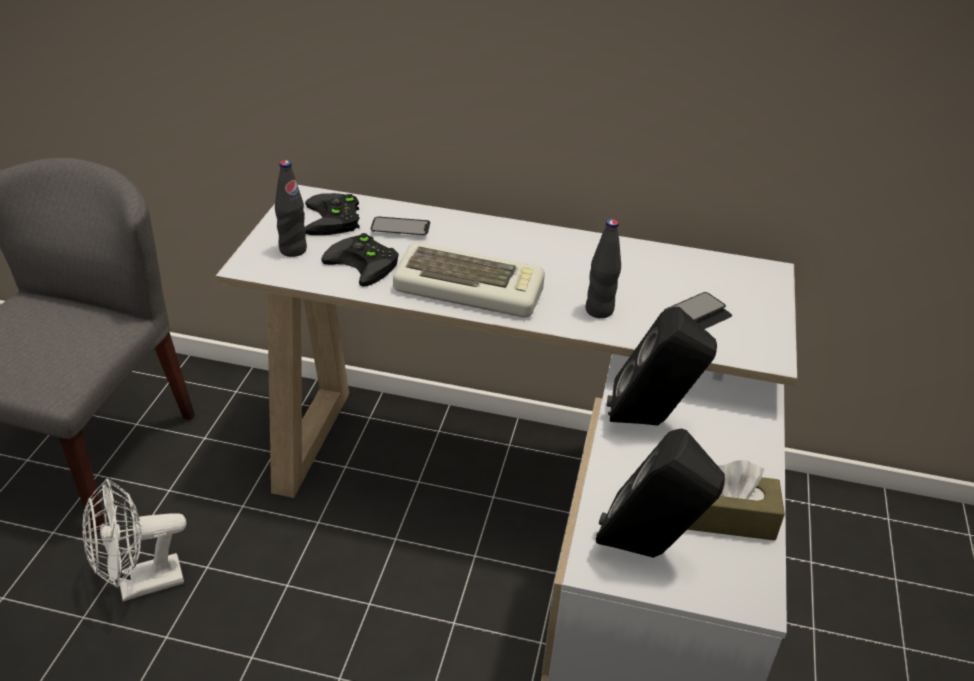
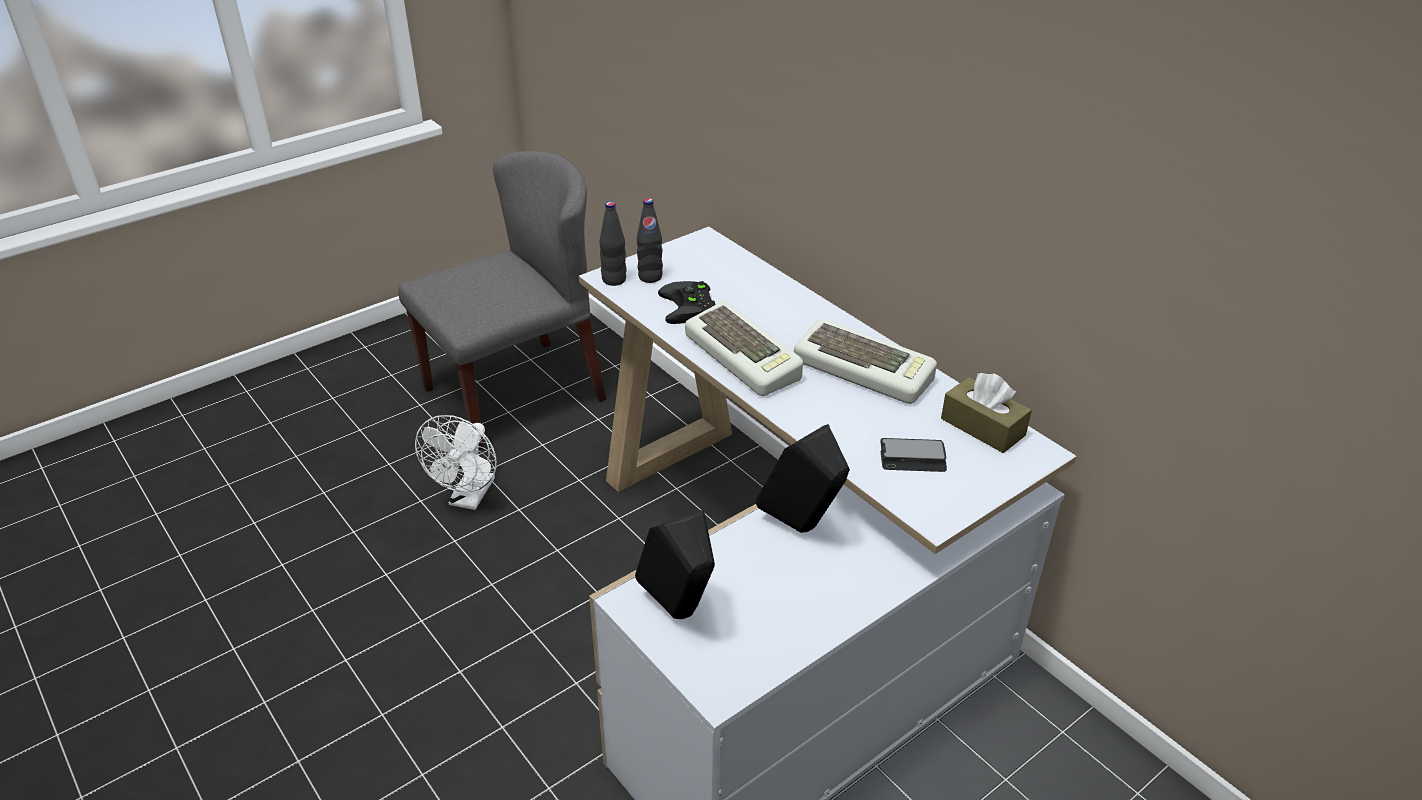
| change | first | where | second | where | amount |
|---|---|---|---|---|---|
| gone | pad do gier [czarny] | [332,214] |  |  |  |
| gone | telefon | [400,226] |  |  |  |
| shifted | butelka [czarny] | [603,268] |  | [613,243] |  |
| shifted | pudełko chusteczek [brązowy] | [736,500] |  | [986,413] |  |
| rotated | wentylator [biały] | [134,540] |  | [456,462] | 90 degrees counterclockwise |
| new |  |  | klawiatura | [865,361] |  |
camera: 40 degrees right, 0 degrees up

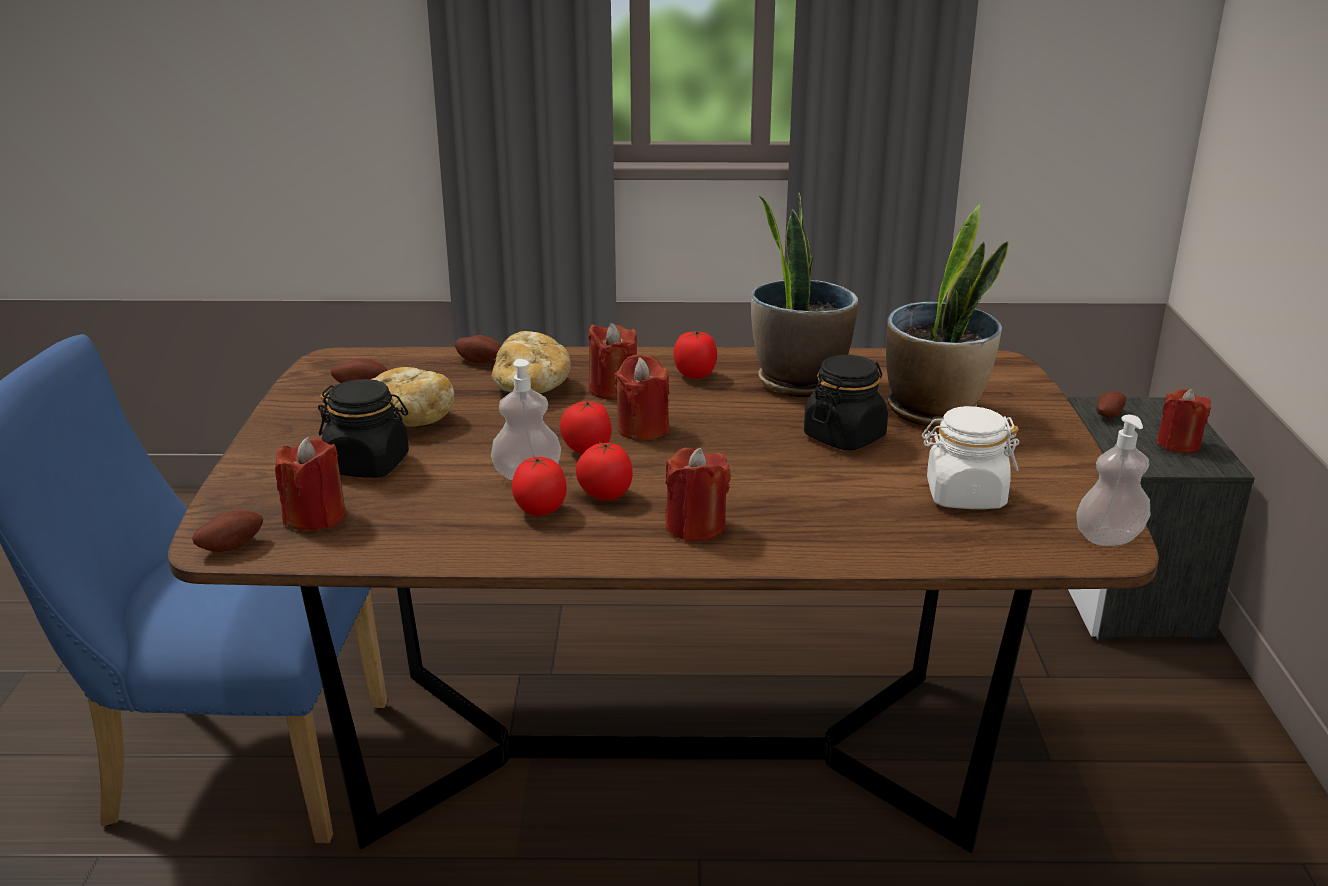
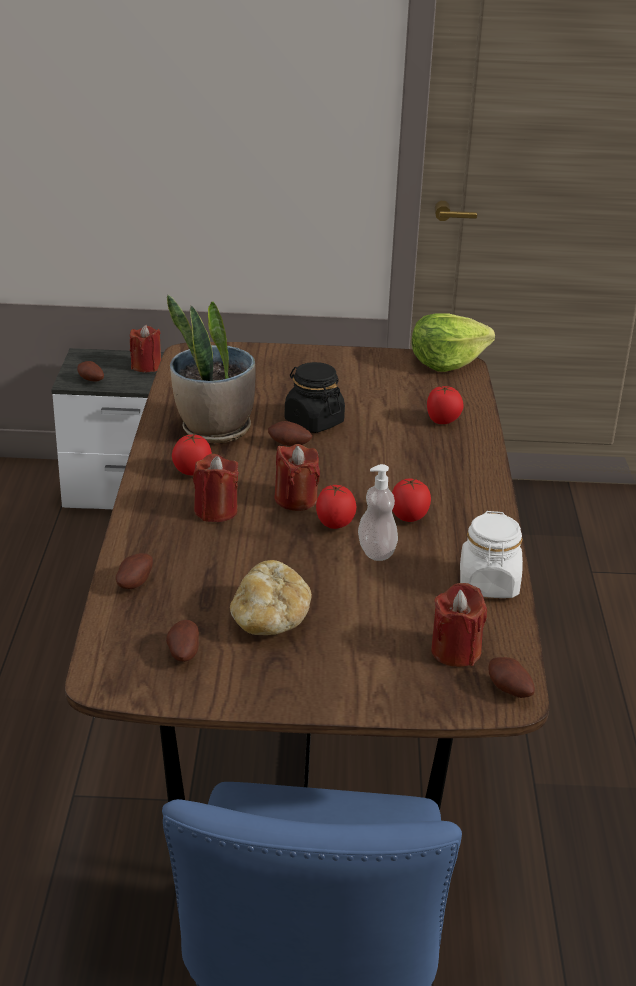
| change | first | where | second | where | amount |
|---|---|---|---|---|---|
| gone | roślina doniczkowa | [947,315] |  |  |  |
| gone | chleb | [531,362] |  |  |  |
| gone | słoik [czarny] | [363,428] |  |  |  |
| shifted | słoik [biały] | [970,457] |  | [491,554] |  |
| swapped | dozownik mydła | [1113,480] | sałata | [453,342] |  |
| gone | świeca [czerwony] | [697,495] |  |  |  |
| shifted | pomidor | [539,486] |  | [445,405] |  |
| new |  |  | ziemniak | [290,433] |  |
camera: 90 degrees left, 5 degrees up

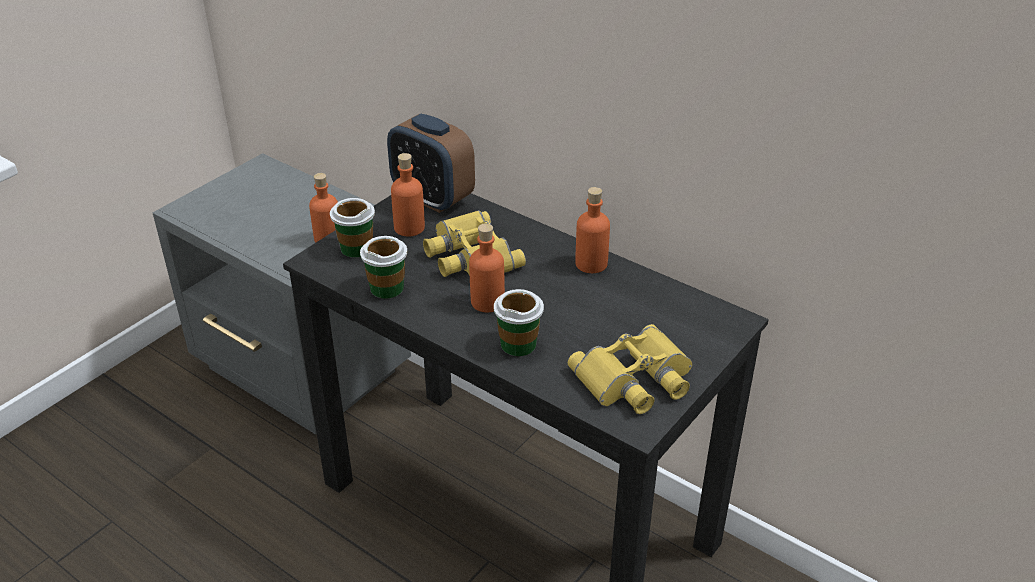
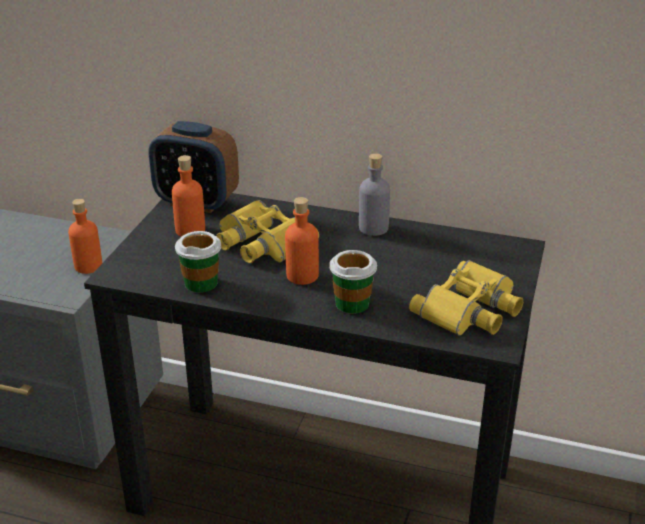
| change | first | where | second | where | amount |
|---|---|---|---|---|---|
| repainted | butelka [pomarańczowy] | [592,230] | butelka [szary] | [374,194] |  |
| gone | filiżanka | [352,228] |  |  |  |
camera: 20 degrees left, 5 degrees down

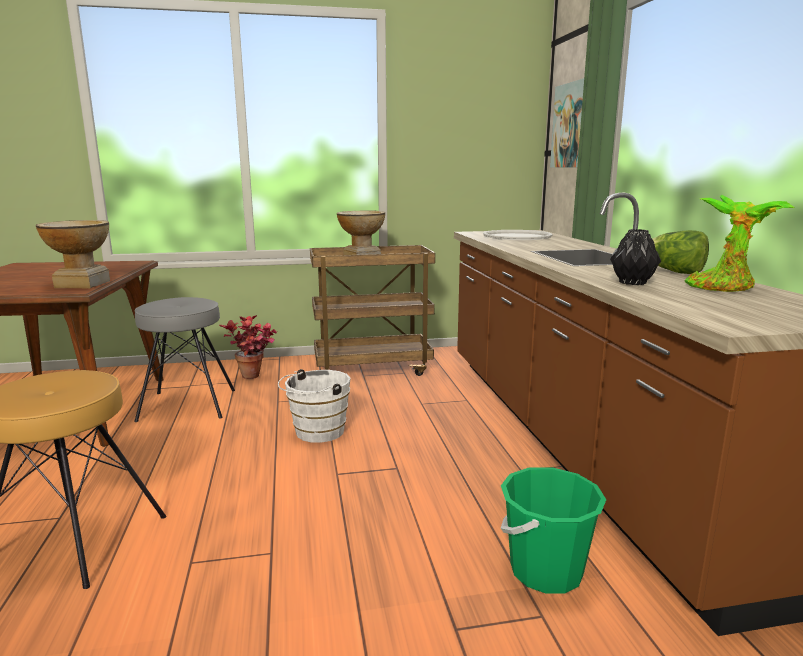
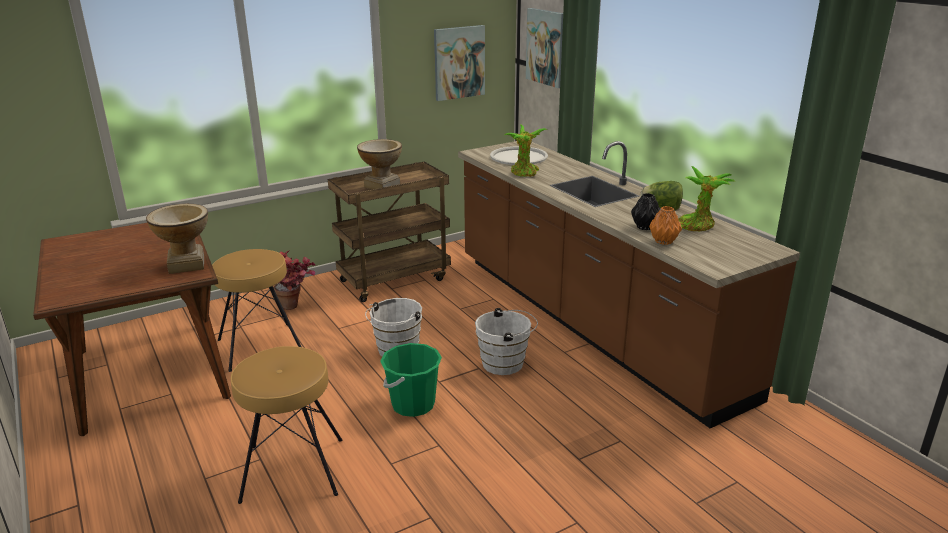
| change | first | where | second | where | amount |
|---|---|---|---|---|---|
| repainted | stołek [szary] | [184,359] | stołek [brązowy] | [256,310] |  |
| shifted | wiadro [zielony] | [553,530] |  | [411,380] |  |
| new |  |  | obraz | [459,63] |  |
| new |  |  | roślina doniczkowa | [526,150] |  |
| new |  |  | wazon [pomarańczowy] | [665,225] |  |
| new |  |  | wiadro [biały] | [506,341] |  |
camera: 20 degrees left, 10 degrees up

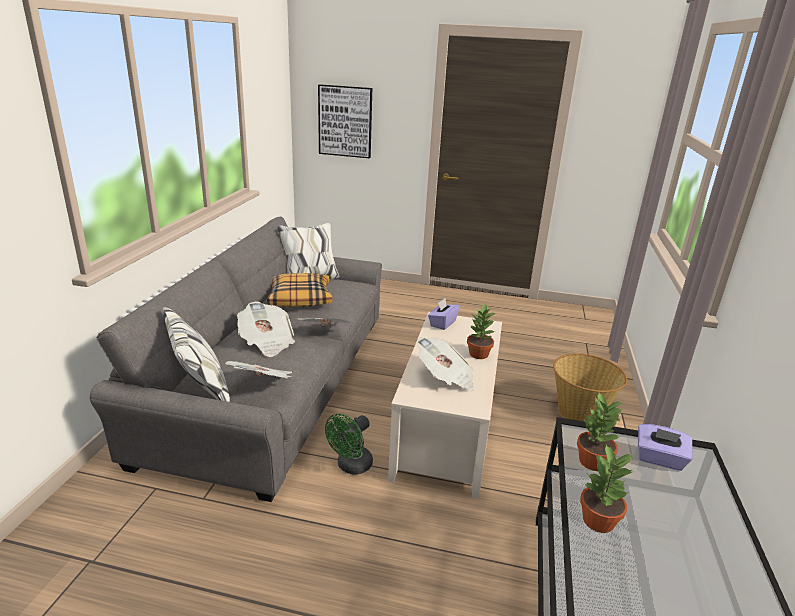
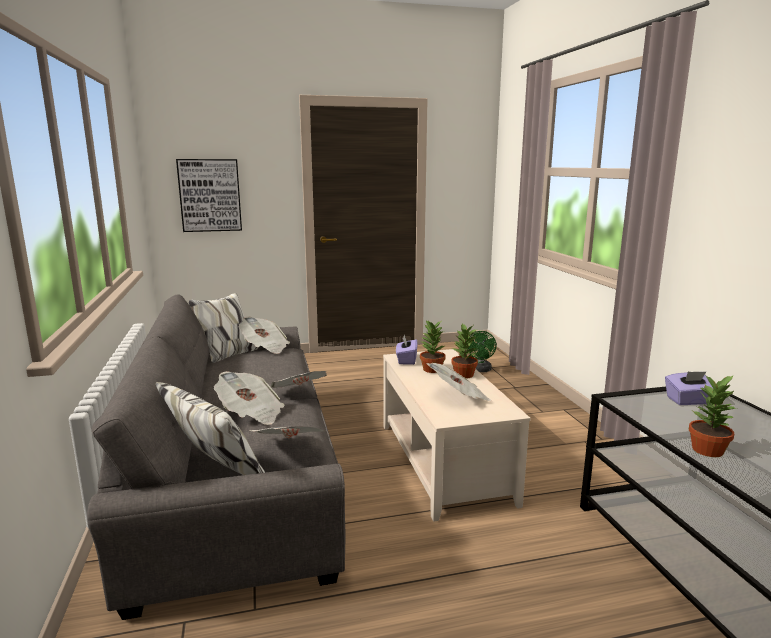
| change | first | where | second | where | amount |
|---|---|---|---|---|---|
| gone | poduszka | [300,290] |  |  |  |
| gone | koszyk | [590,387] |  |  |  |
| shifted | roślina doniczkowa | [600,432] |  | [433,346] |  |
| shifted | wentylator [zielony] | [349,444] |  | [482,351] |  |
| new |  |  | gazeta | [264,335] |  |
camera: 25 degrees left, 10 degrees down

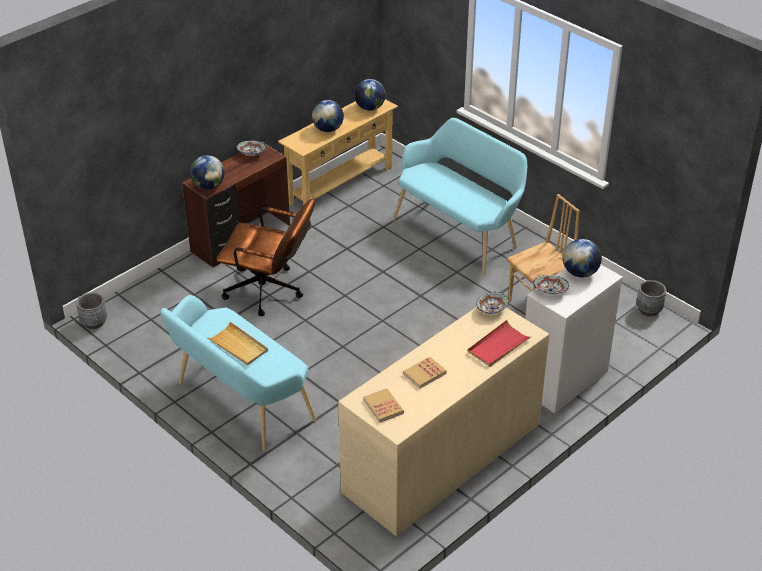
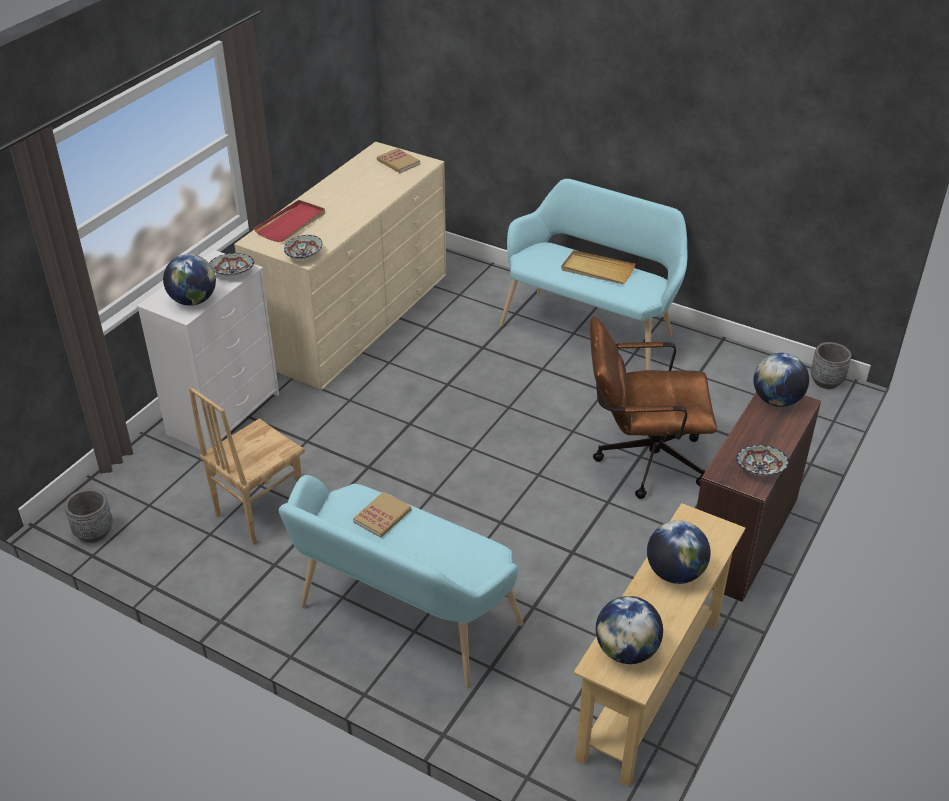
| change | first | where | second | where | amount |
|---|---|---|---|---|---|
| shifted | książka | [425,372] |  | [382,514] |  |
camera: 165 degrees right, 0 degrees up

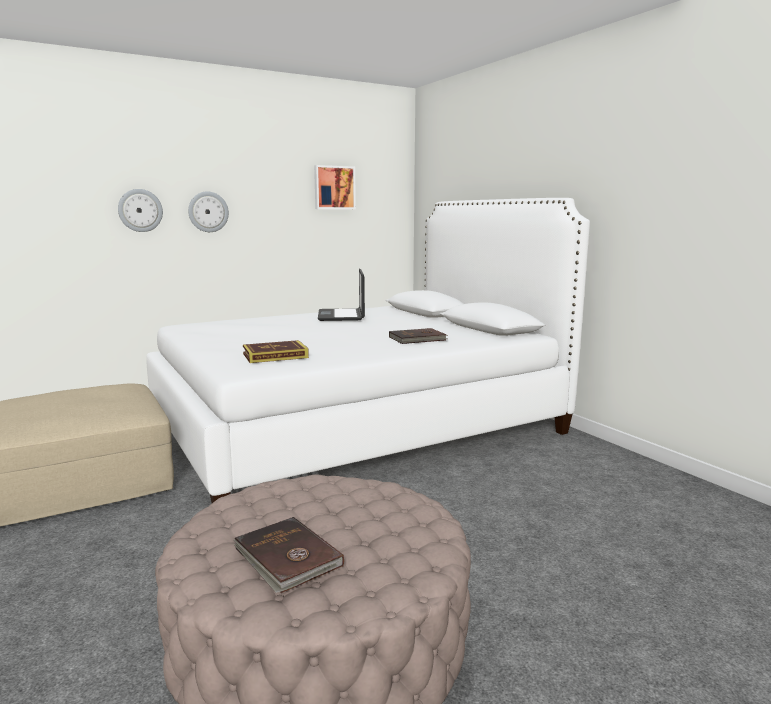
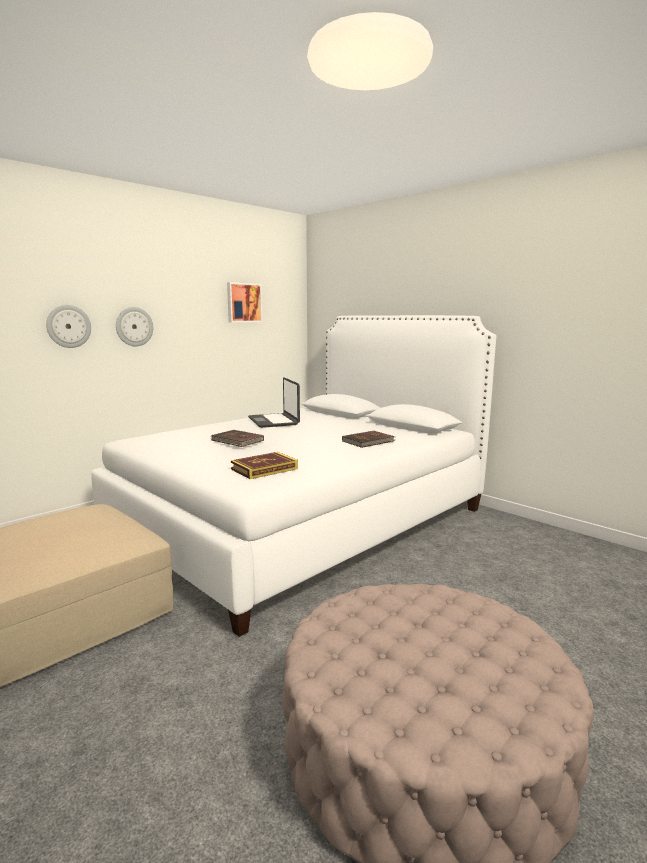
| change | first | where | second | where | amount |
|---|---|---|---|---|---|
| shifted | książka [brązowy] | [289,555] |  | [237,438] |  |
camera: 15 degrees left, 0 degrees up

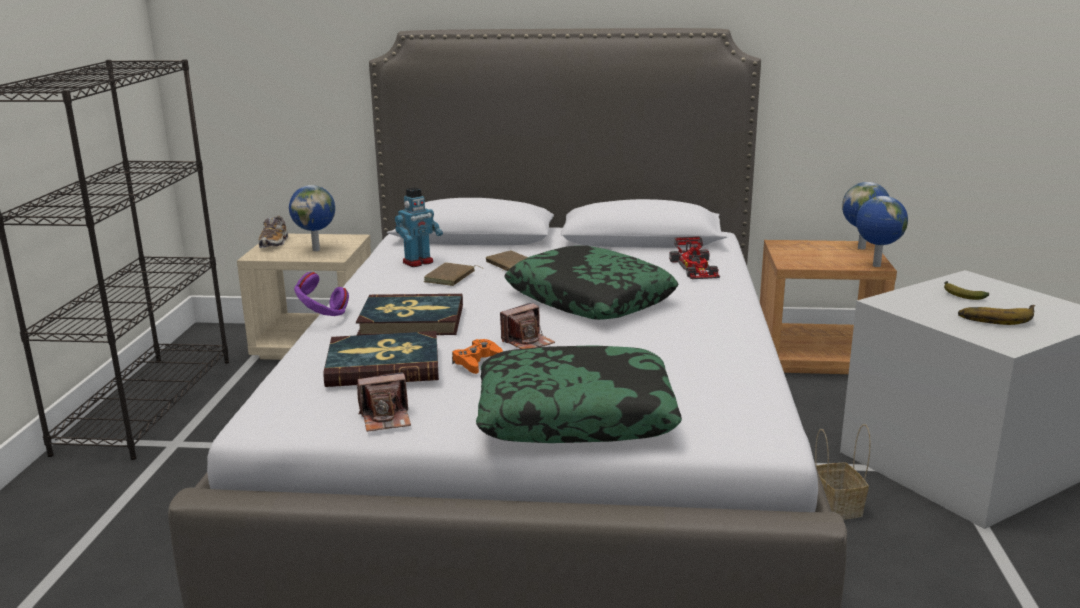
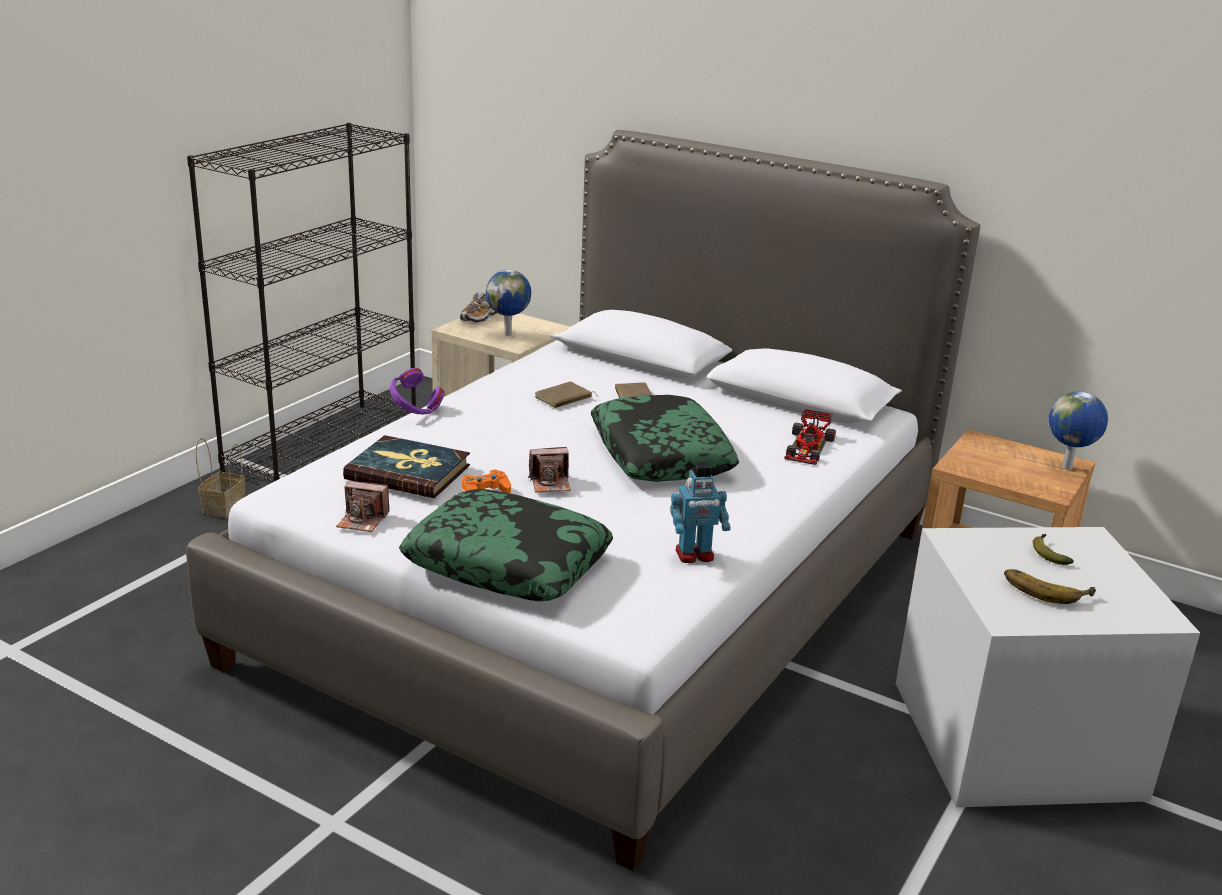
| change | first | where | second | where | amount |
|---|---|---|---|---|---|
| shifted | robot zabawkowy | [419,227] |  | [700,512] |  |
| gone | globus | [882,231] |  |  |  |
| gone | książka | [409,314] |  |  |  |
| shifted | koszyk | [843,472] |  | [220,478] |  |
camera: 25 degrees right, 5 degrees up

